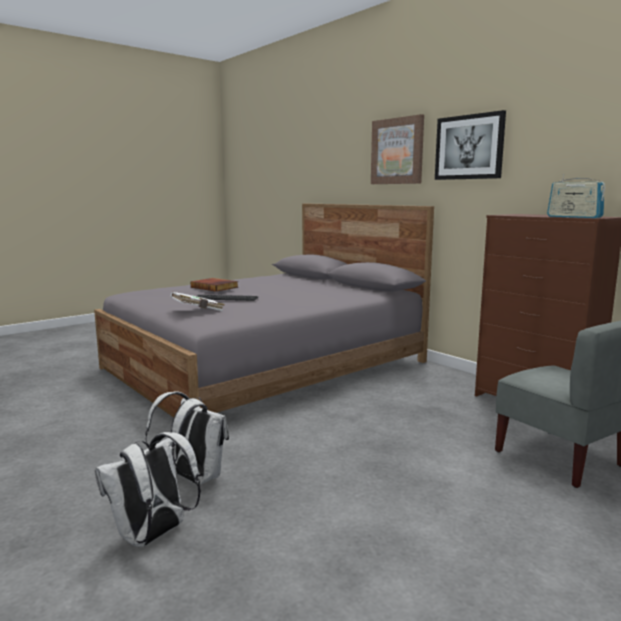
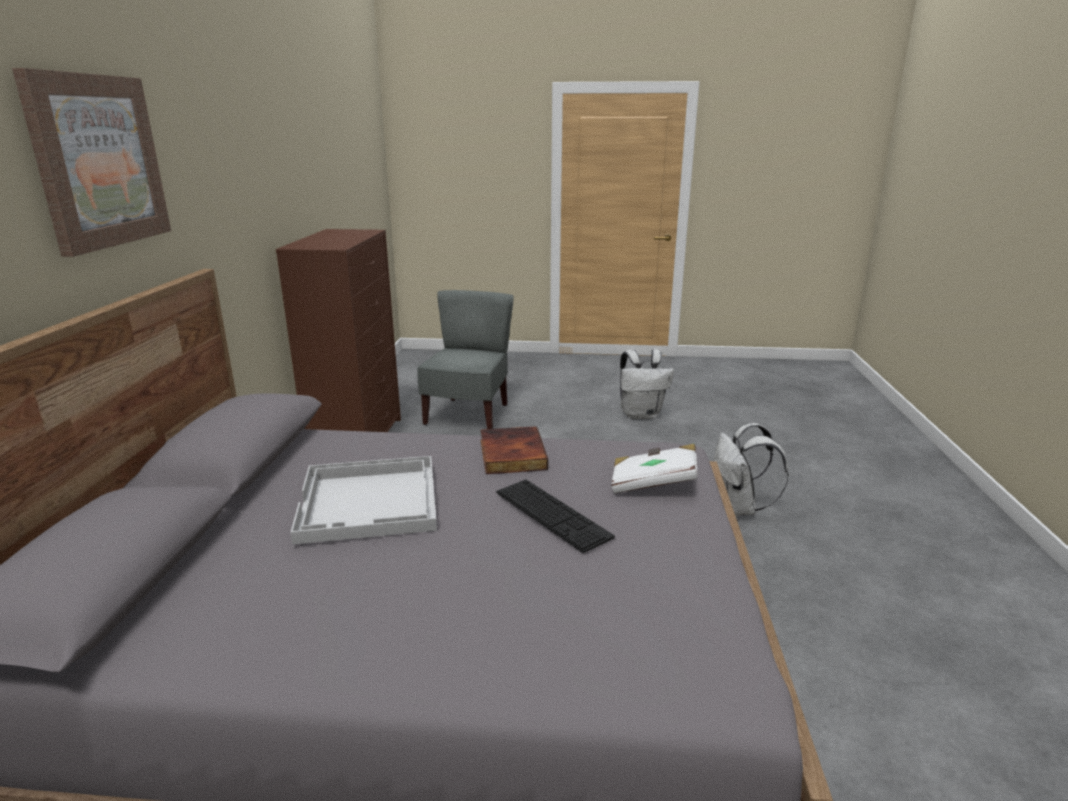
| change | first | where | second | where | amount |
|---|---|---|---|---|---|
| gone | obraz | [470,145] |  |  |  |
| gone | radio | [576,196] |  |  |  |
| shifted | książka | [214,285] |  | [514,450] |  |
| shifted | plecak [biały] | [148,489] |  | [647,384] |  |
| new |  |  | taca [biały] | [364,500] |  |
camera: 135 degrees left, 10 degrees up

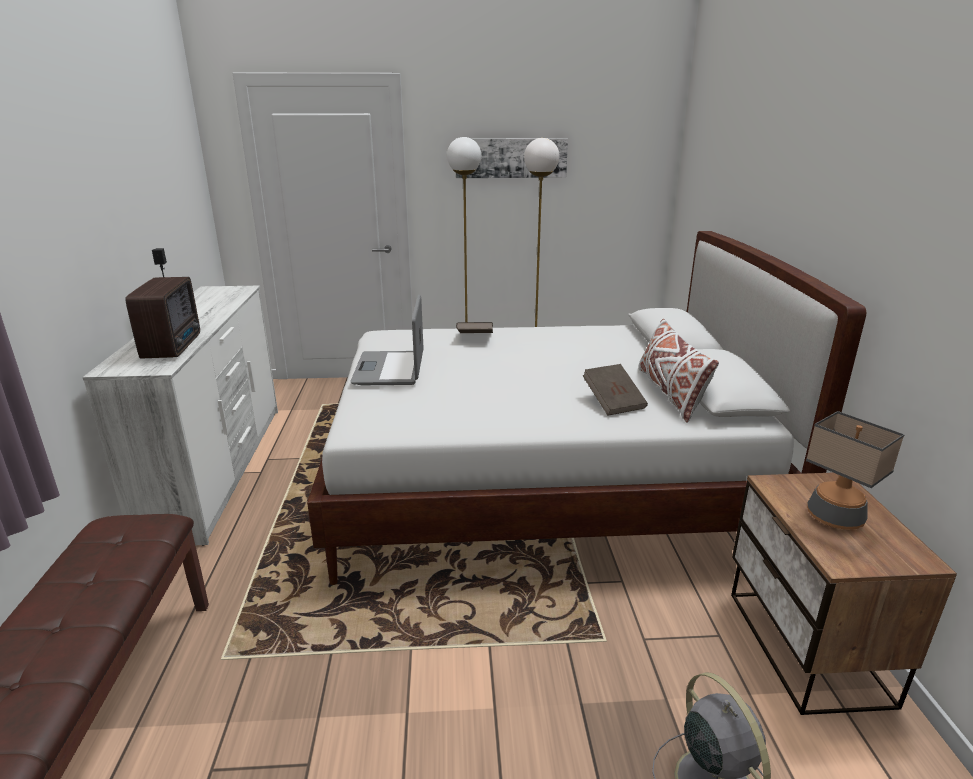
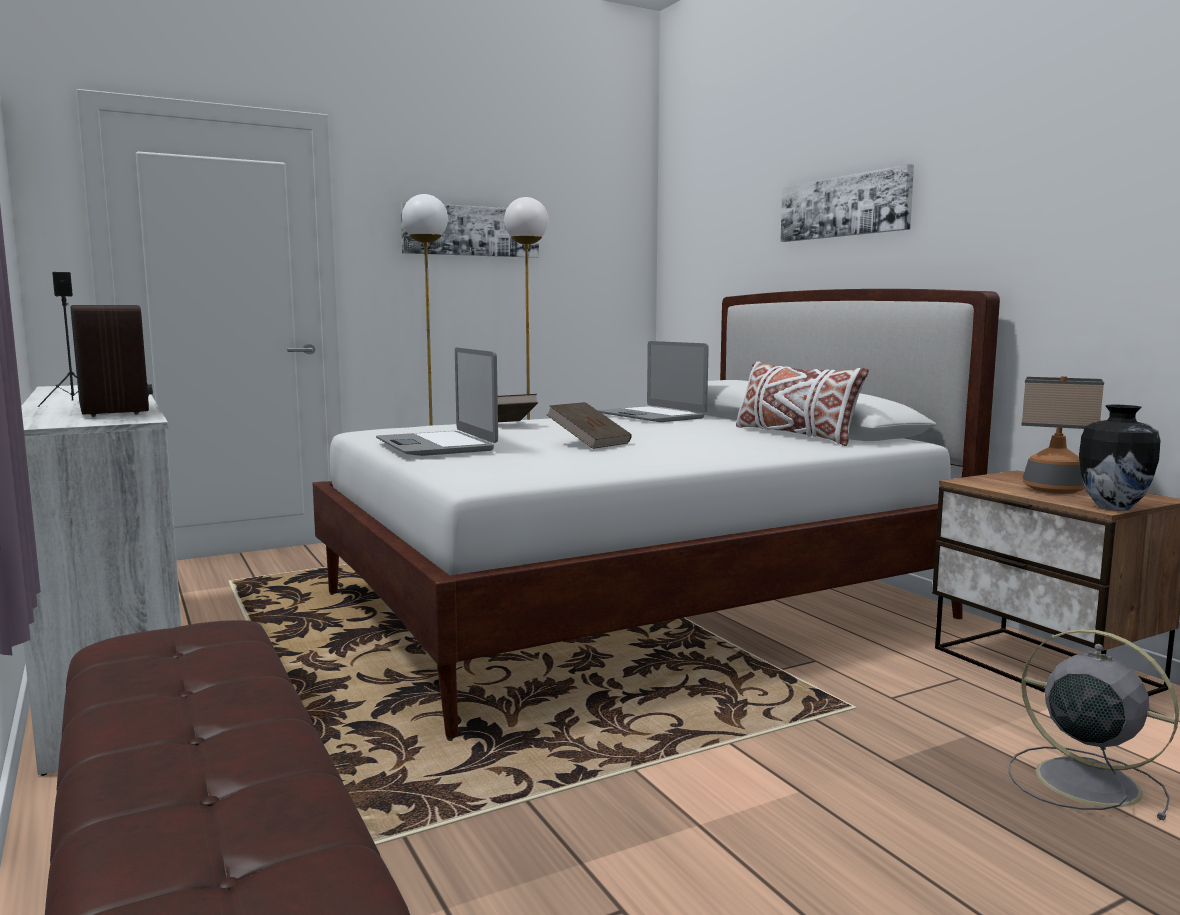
| change | first | where | second | where | amount |
|---|---|---|---|---|---|
| shifted | książka [brązowy] | [615,389] |  | [589,425] |  |
| new |  |  | obraz | [847,203] |  |
| new |  |  | laptop | [653,381] |  |
| new |  |  | wazon | [1119,457] |  |
camera: 25 degrees left, 15 degrees down

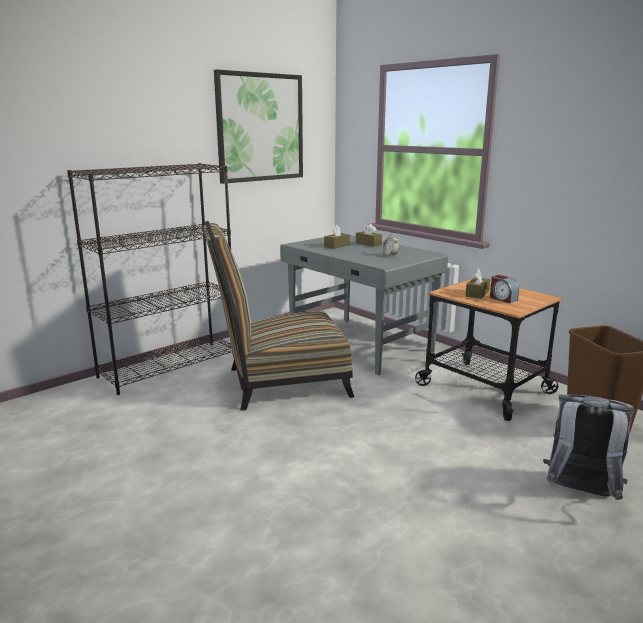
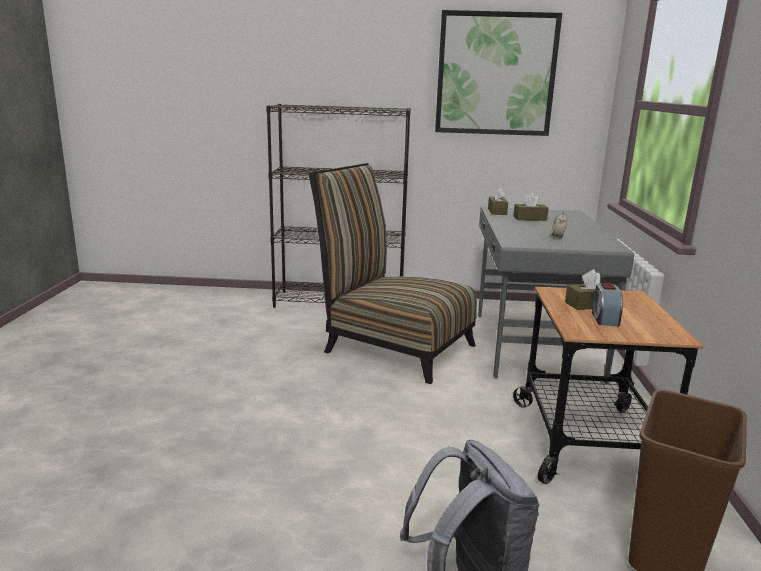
| change | first | where | second | where | amount |
|---|---|---|---|---|---|
| shifted | pudełko chusteczek [brązowy] | [369,235] |  | [498,201] |  |
camera: 45 degrees right, 0 degrees up

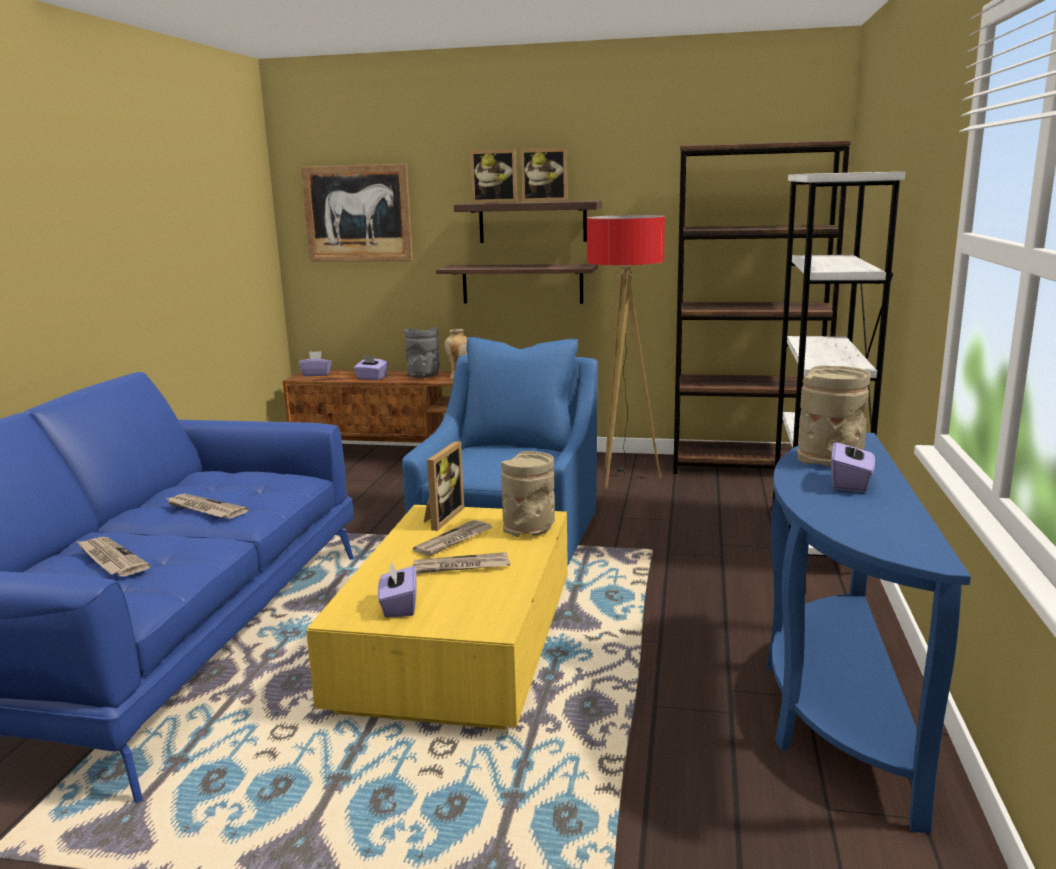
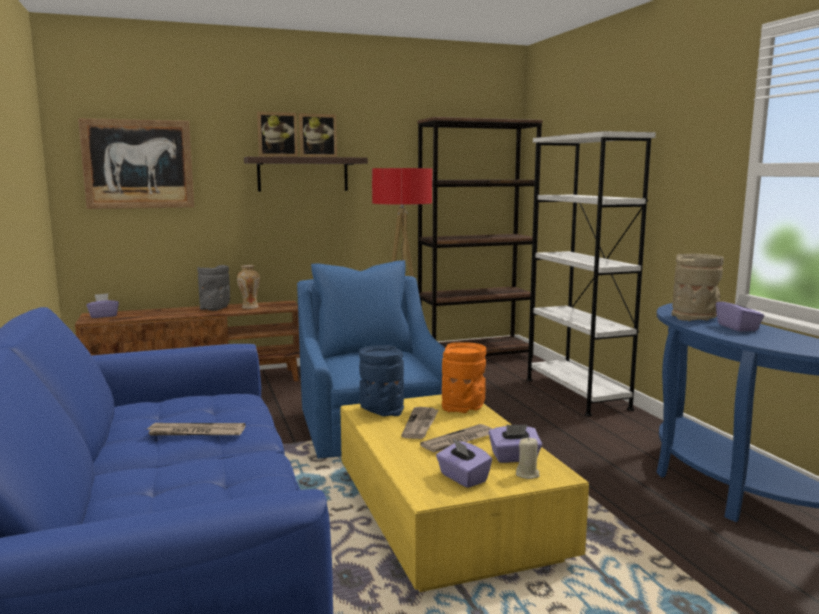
| change | first | where | second | where | amount |
|---|---|---|---|---|---|
| gone | półka | [517,284] |  |  |  |
| shifted | pudełko chusteczek [fioletowy] | [371,367] |  | [515,444] |  |
| swapped | ramka na zdjęcie | [444,486] | wazon [niebieski] | [381,381] |  |
| repainted | wazon [beżowy] | [528,494] | wazon [pomarańczowy] | [464,377] |  |
| gone | gazeta | [113,556] |  |  |  |
| new |  |  | świeca [beżowy] | [528,458] |  |
camera: 30 degrees left, 5 degrees down

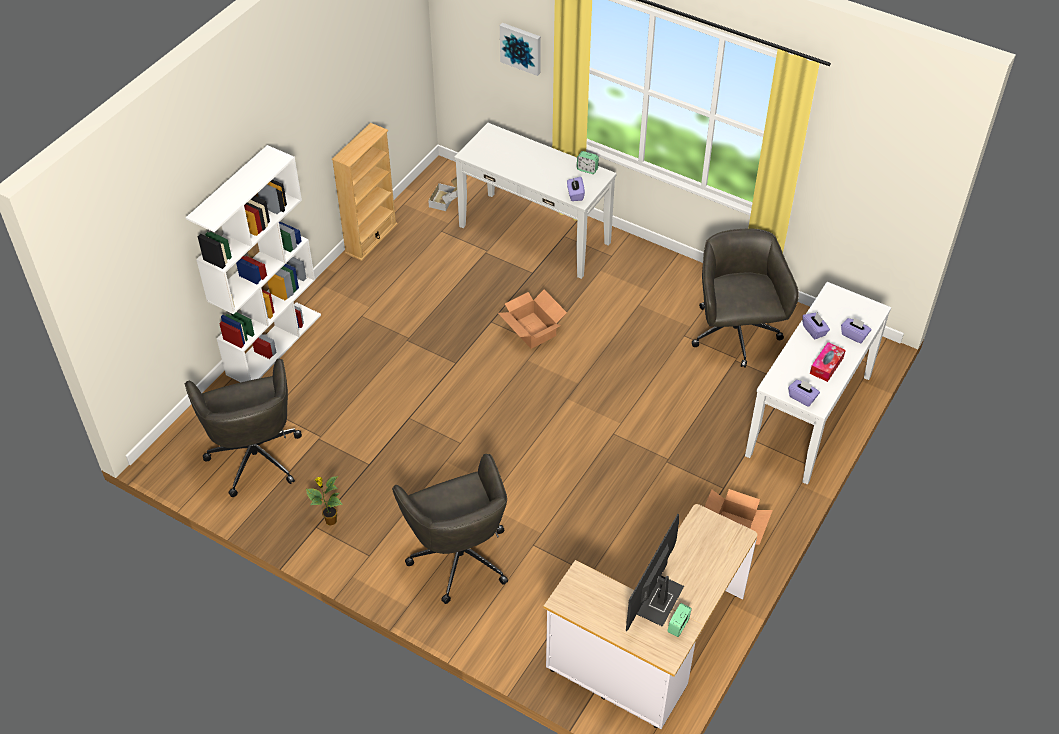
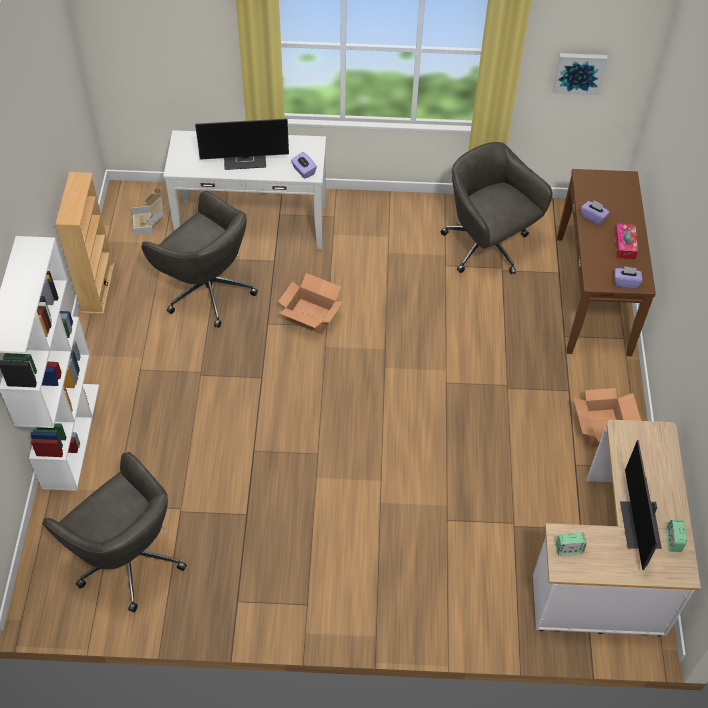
| change | first | where | second | where | amount |
|---|---|---|---|---|---|
| shifted | obraz | [520,49] |  | [580,74] |  |
| shifted | budzik | [588,162] |  | [571,544] |  |
| repainted | stolik konsolowy [biały] | [818,383] | stolik konsolowy [brązowy] | [606,262] |  |
| gone | pudełko chusteczek [fioletowy] | [856,330] |  |  |  |
| shifted | krzesło biurowe [szary] | [450,529] |  | [200,259] |  |
| gone | roślina doniczkowa | [324,501] |  |  |  |
| new |  |  | monitor | [242,144] |  |
camera: 30 degrees left, 5 degrees up

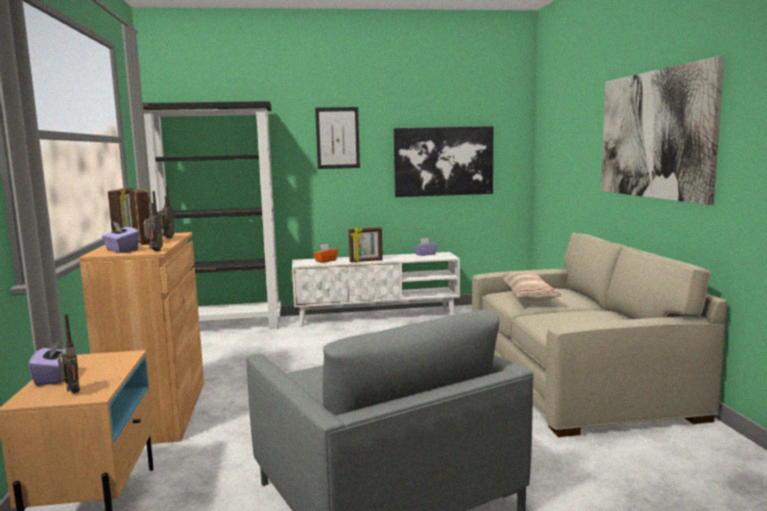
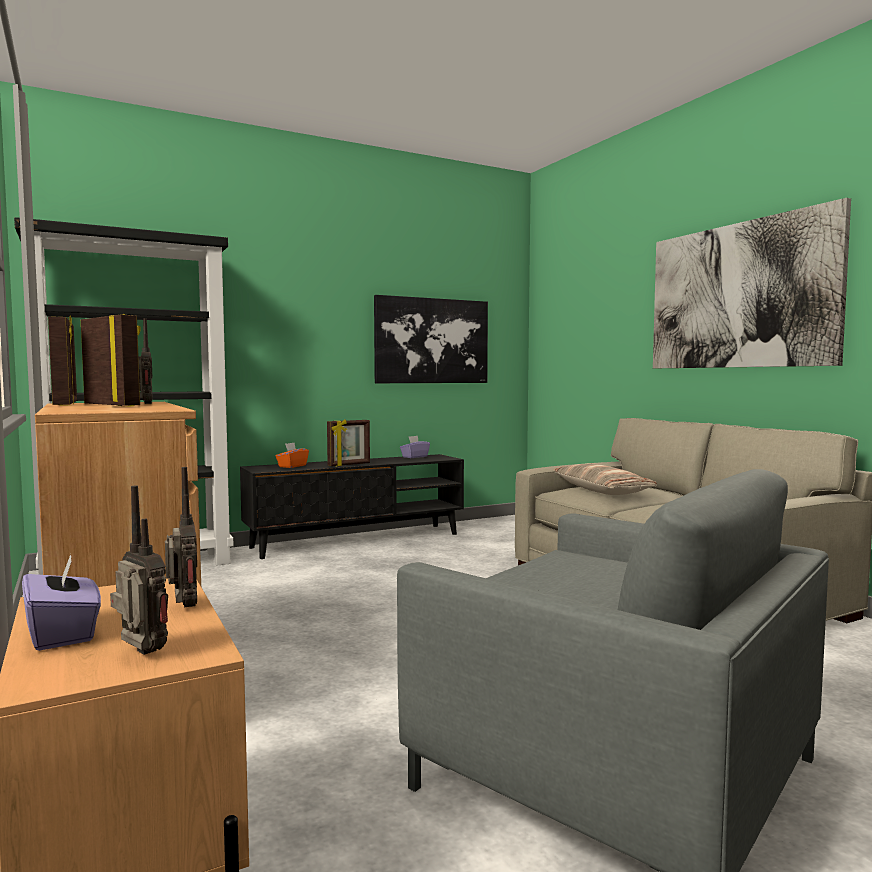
| change | first | where | second | where | amount |
|---|---|---|---|---|---|
| gone | obraz | [337,138] |  |  |  |
| shifted | radio | [153,221] |  | [181,537] |  |
| gone | pudełko chusteczek [fioletowy] | [120,237] |  |  |  |
| repainted | szafka pod telewizor [biały] | [376,289] | szafka pod telewizor [czarny] | [352,506] |  |
camera: 20 degrees left, 5 degrees down

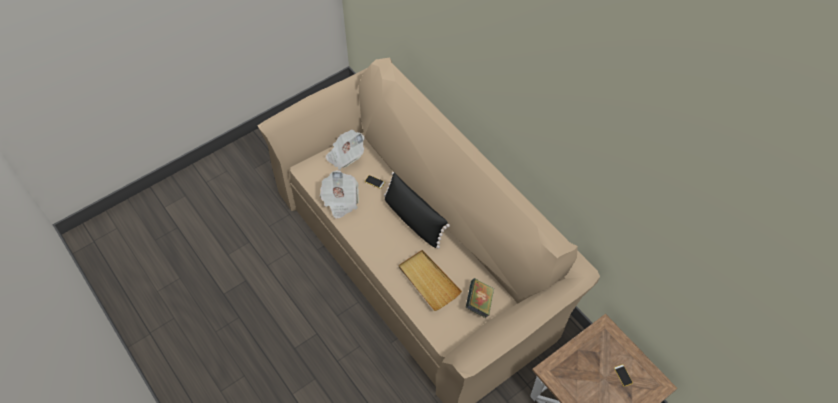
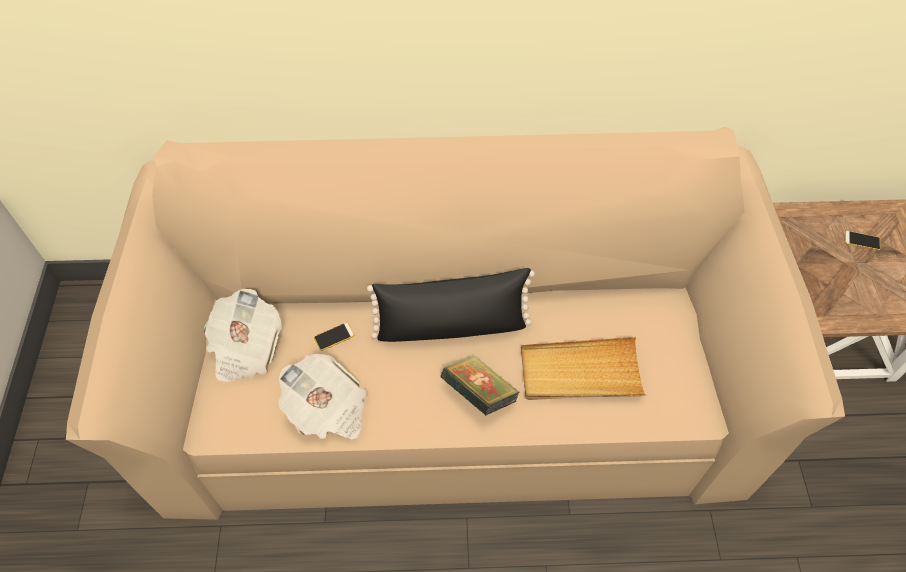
| change | first | where | second | where | amount |
|---|---|---|---|---|---|
| shifted | książka | [479,298] |  | [479,386] |  |
camera: 55 degrees left, 0 degrees up

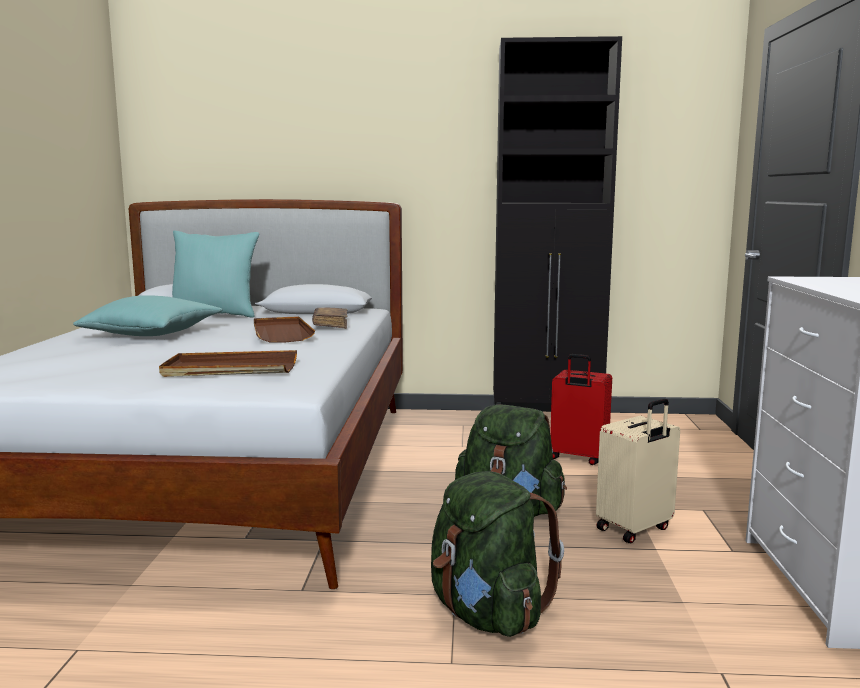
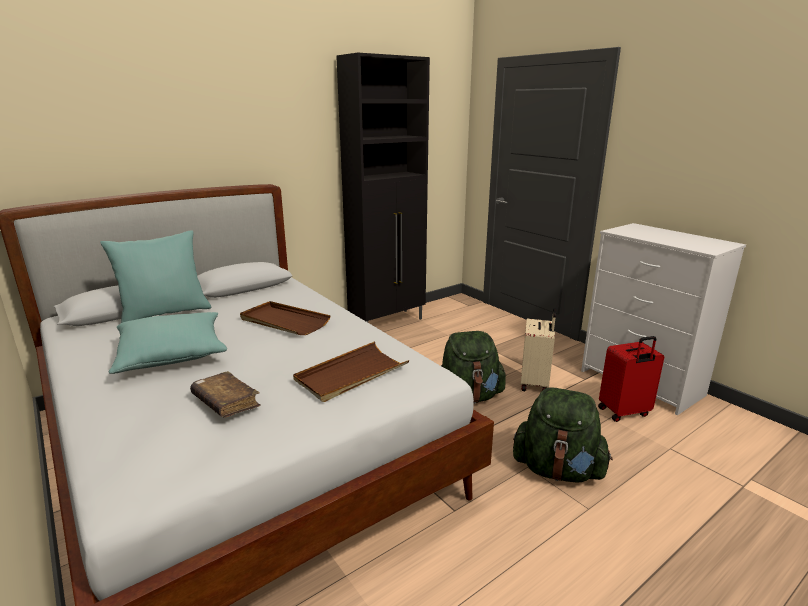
| change | first | where | second | where | amount |
|---|---|---|---|---|---|
| shifted | książka [brązowy] | [329,318] |  | [225,394] |  |
| shifted | walizka [czerwony] | [581,409] |  | [631,379] |  |
camera: 40 degrees left, 10 degrees up

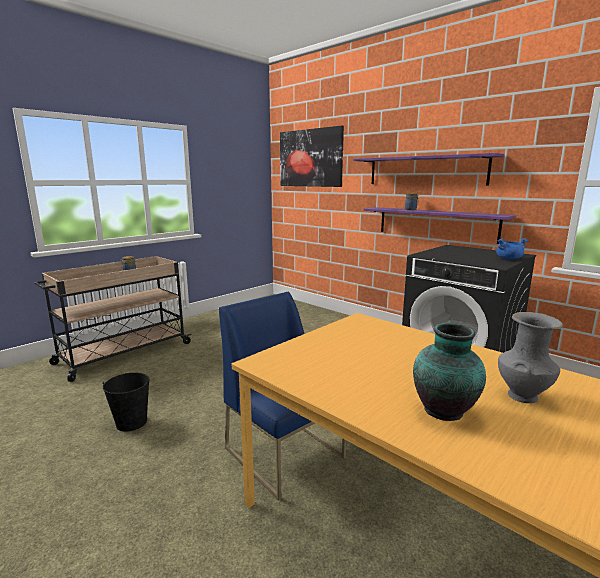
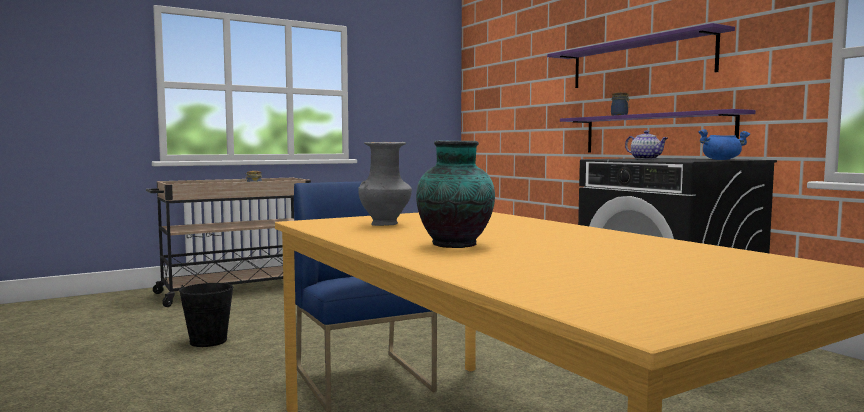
| change | first | where | second | where | amount |
|---|---|---|---|---|---|
| gone | obraz | [312,156] |  |  |  |
| shifted | wazon [szary] | [530,357] |  | [385,184] |  |
| new |  |  | imbryk | [646,144] |  |
camera: 15 degrees right, 10 degrees down

